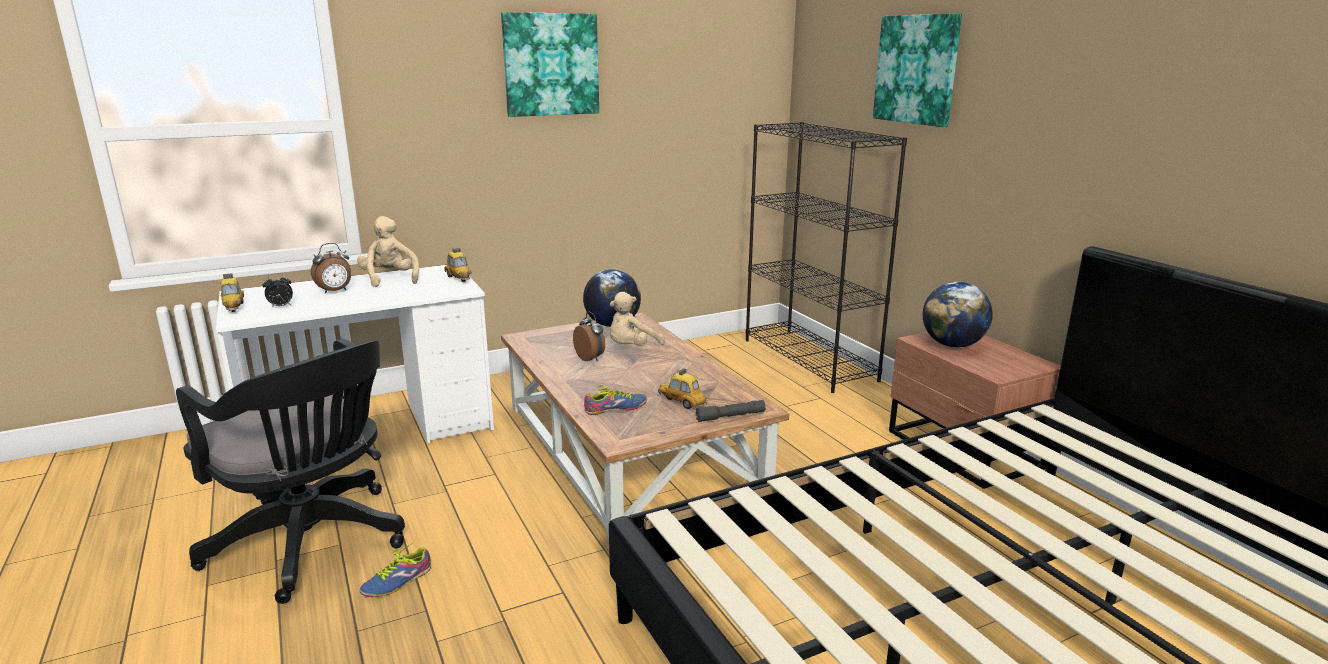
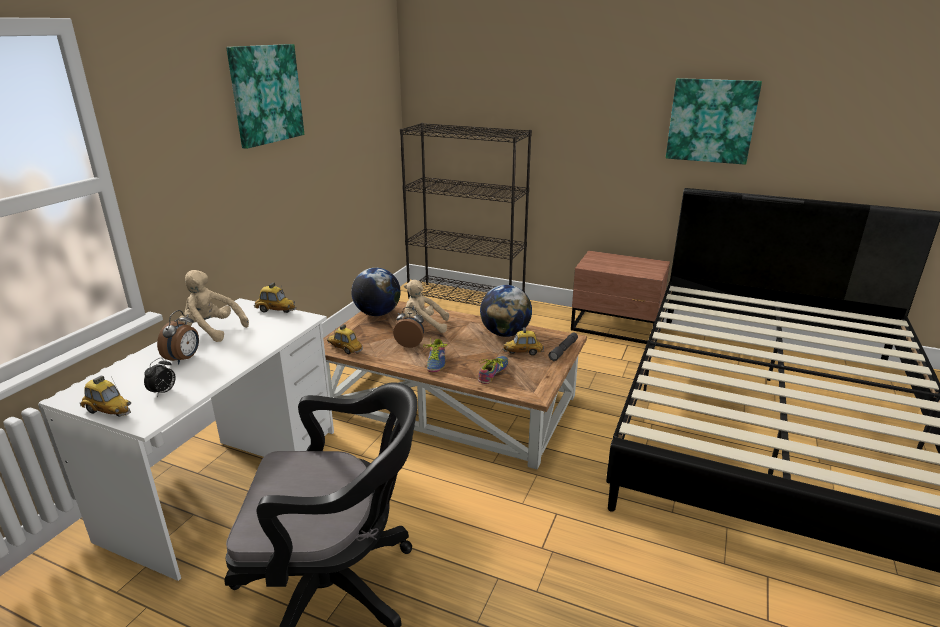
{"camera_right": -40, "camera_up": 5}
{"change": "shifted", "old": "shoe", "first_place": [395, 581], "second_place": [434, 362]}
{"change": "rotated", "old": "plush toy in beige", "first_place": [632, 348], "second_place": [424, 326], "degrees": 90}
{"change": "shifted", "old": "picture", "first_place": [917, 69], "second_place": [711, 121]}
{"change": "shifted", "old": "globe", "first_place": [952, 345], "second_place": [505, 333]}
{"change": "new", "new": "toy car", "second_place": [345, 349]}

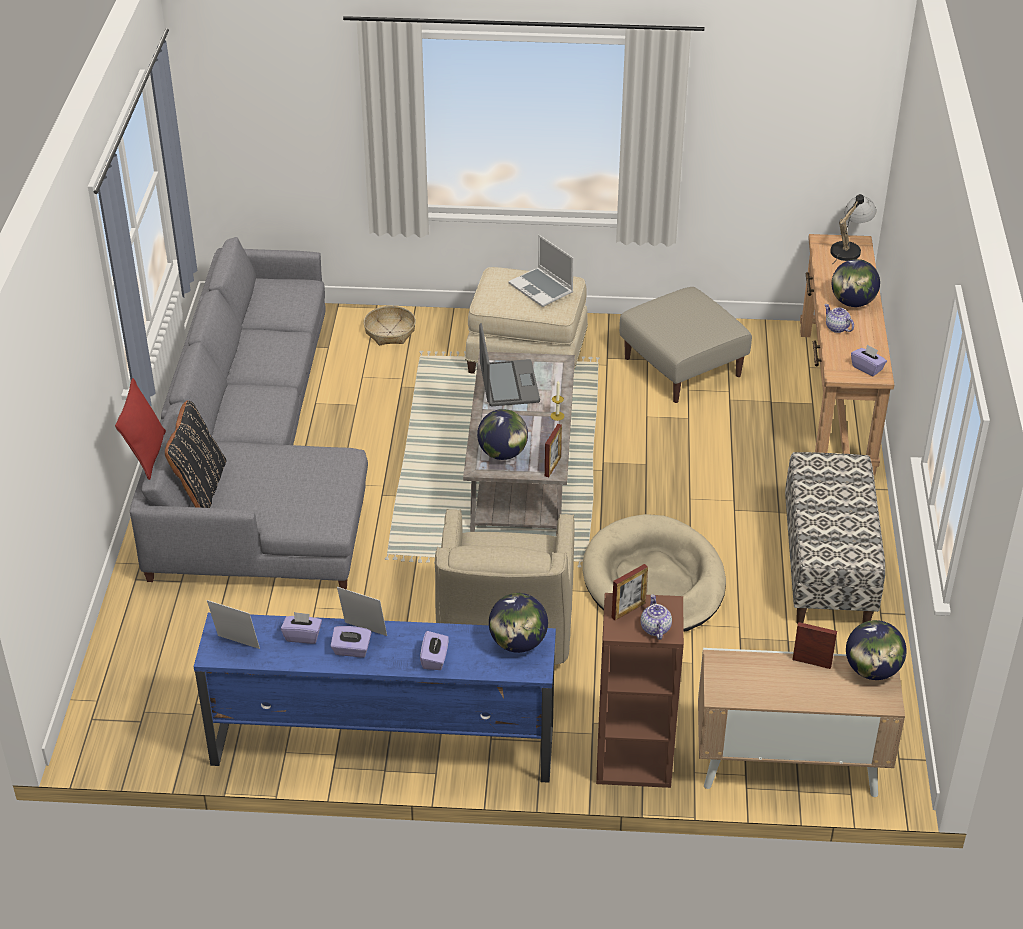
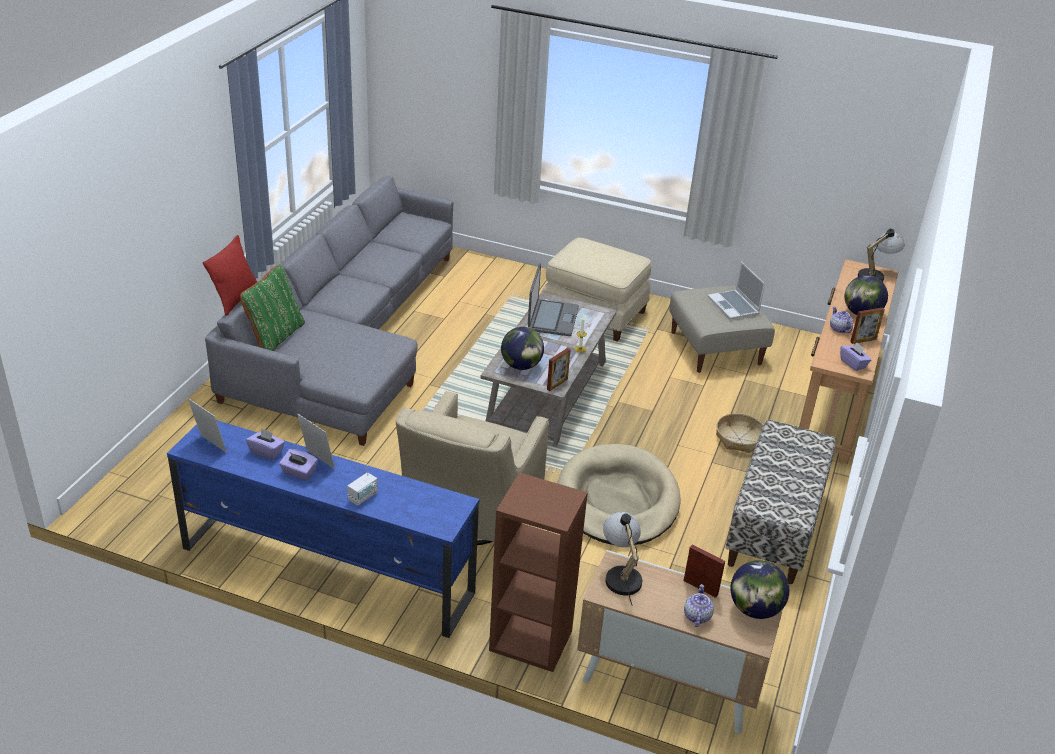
{"camera_right": 15, "camera_up": -5}
{"change": "repainted", "old": "pillow in black", "new": "pillow in green", "first_place": [200, 486], "second_place": [275, 336]}
{"change": "shifted", "old": "basket", "first_place": [390, 332], "second_place": [739, 439]}
{"change": "swapped", "old": "tissue box in purple", "new": "radio", "first_place": [435, 659], "second_place": [363, 497]}
{"change": "gone", "old": "globe", "first_place": [518, 643]}
{"change": "shifted", "old": "laptop", "first_place": [542, 288], "second_place": [734, 306]}
{"change": "shifted", "old": "picture frame", "first_place": [628, 610], "second_place": [863, 340]}
{"change": "shifted", "old": "teapot", "first_place": [655, 628], "second_place": [696, 616]}
{"change": "new", "new": "table lamp", "second_place": [620, 574]}

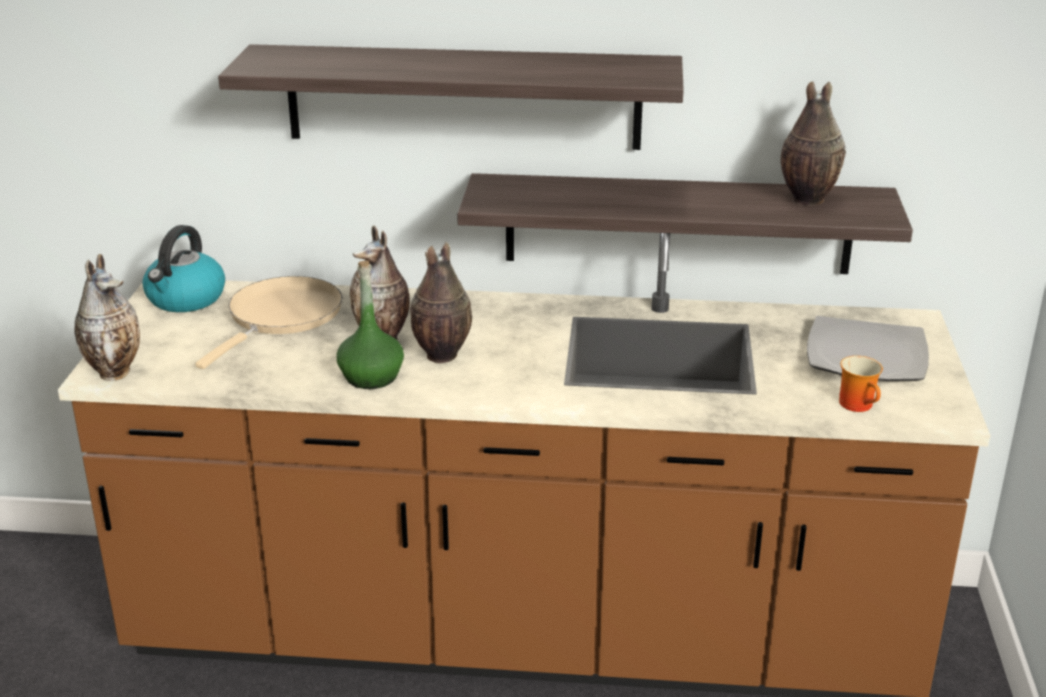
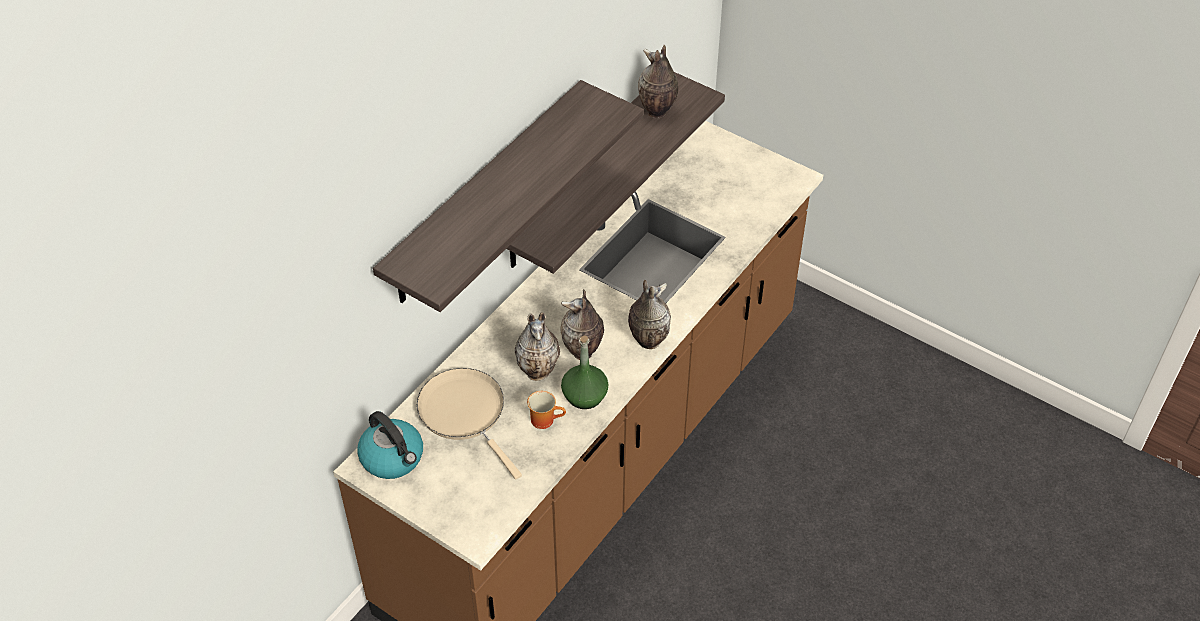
{"camera_right": -60, "camera_up": 20}
{"change": "shifted", "old": "vase", "first_place": [115, 371], "second_place": [647, 340]}
{"change": "gone", "old": "plate", "first_place": [865, 355]}
{"change": "shifted", "old": "mug", "first_place": [860, 405], "second_place": [545, 419]}

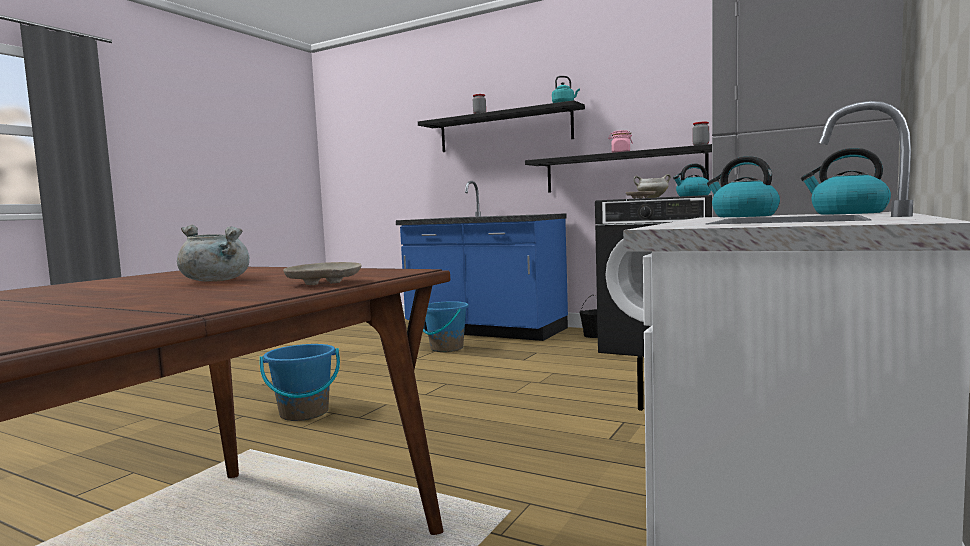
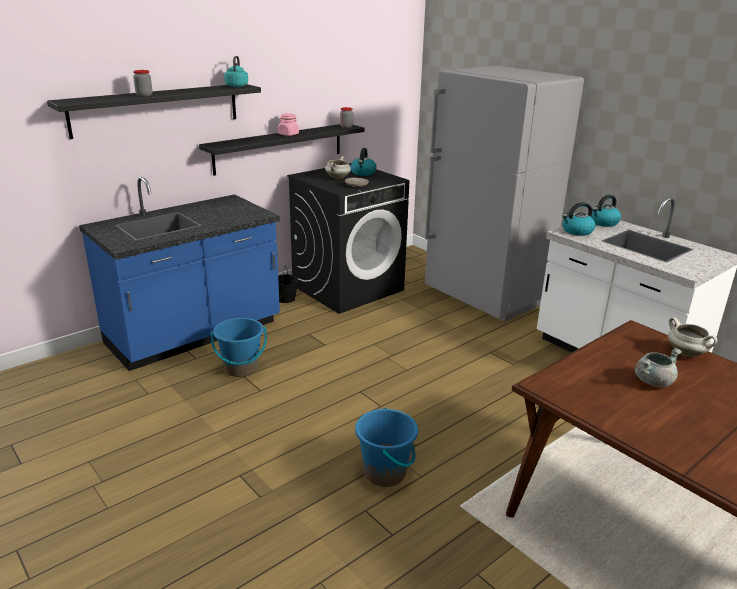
{"camera_right": -70, "camera_up": 20}
{"change": "swapped", "old": "plate in beige", "new": "cooking pot in white", "first_place": [323, 283], "second_place": [687, 353]}

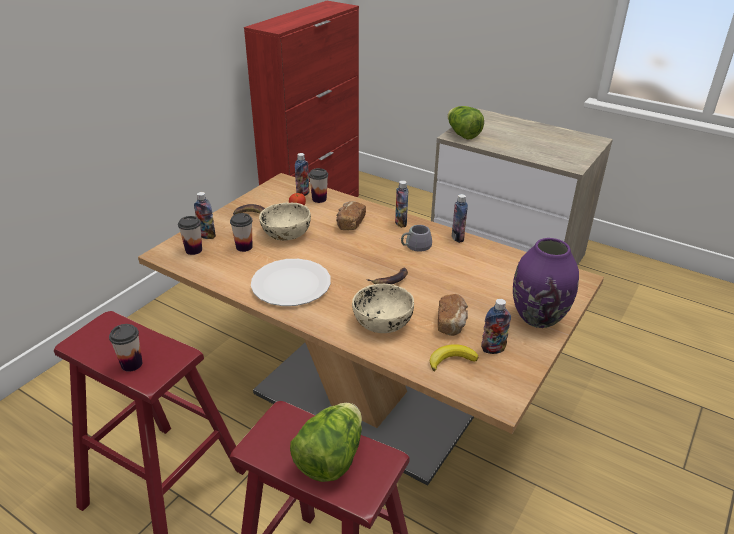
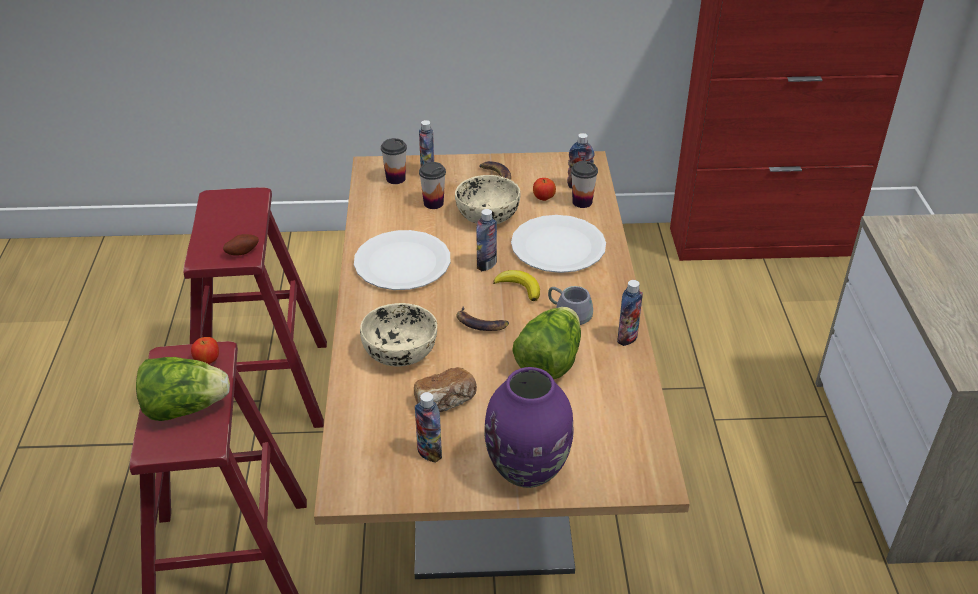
{"camera_right": 55, "camera_up": 5}
{"change": "gone", "old": "cup", "first_place": [131, 364]}
{"change": "swapped", "old": "bread", "new": "plate in white", "first_place": [350, 223], "second_place": [558, 246]}
{"change": "shifted", "old": "bottle", "first_place": [400, 223], "second_place": [486, 264]}
{"change": "shifted", "old": "banana", "first_place": [451, 360], "second_place": [519, 287]}
{"change": "shifted", "old": "lettuce", "first_place": [462, 134], "second_place": [549, 361]}
{"change": "new", "new": "apple", "second_place": [207, 361]}
{"change": "new", "new": "potato", "second_place": [242, 252]}

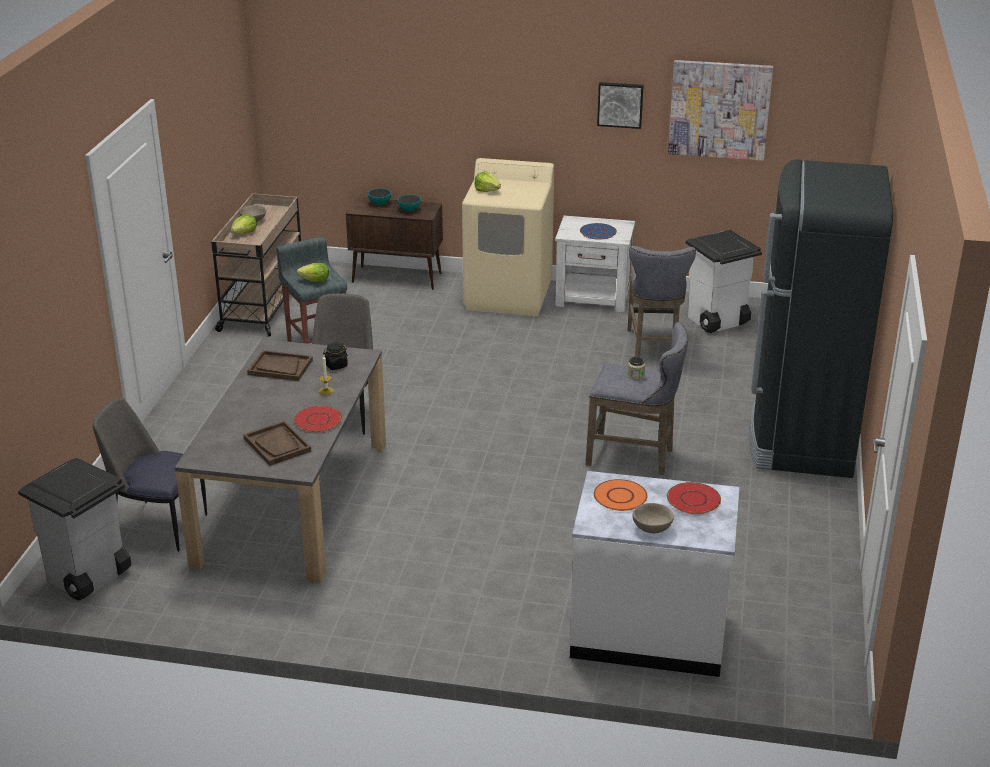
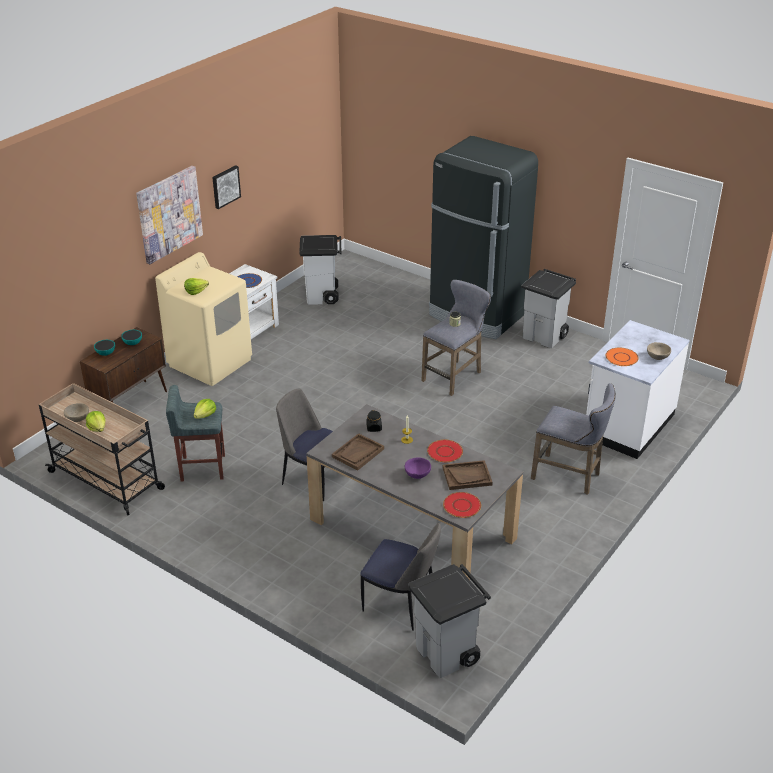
{"camera_right": -65, "camera_up": 5}
{"change": "rotated", "old": "chair", "first_place": [158, 526], "second_place": [401, 604], "degrees": -105}
{"change": "shifted", "old": "stool in grey", "first_place": [653, 349], "second_place": [569, 476]}
{"change": "shifted", "old": "plate in red", "first_place": [693, 499], "second_place": [461, 505]}
{"change": "shifted", "old": "picture", "first_place": [719, 109], "second_place": [169, 214]}
{"change": "new", "new": "bowl in purple", "second_place": [417, 474]}
{"change": "new", "new": "trash can in grey", "second_place": [545, 336]}

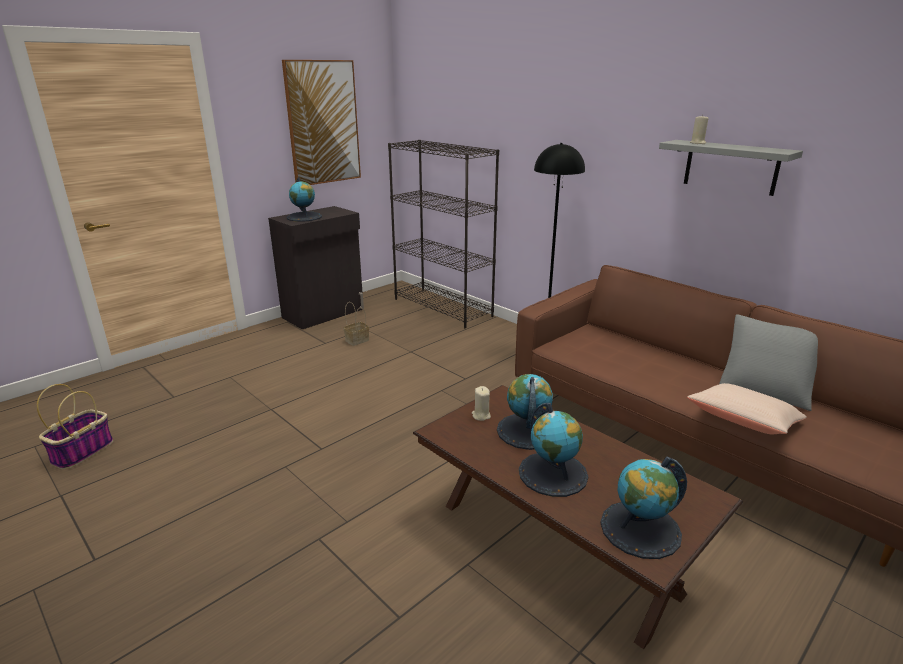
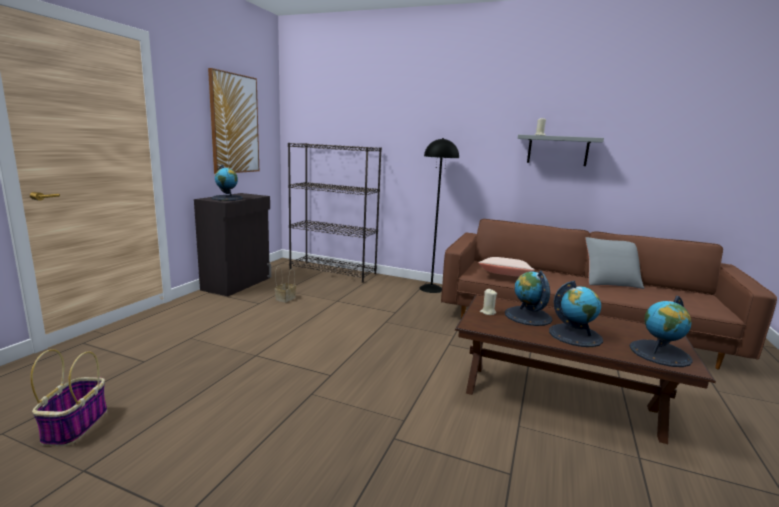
{"camera_right": -25, "camera_up": -10}
{"change": "shifted", "old": "pillow in beige", "first_place": [743, 423], "second_place": [505, 277]}

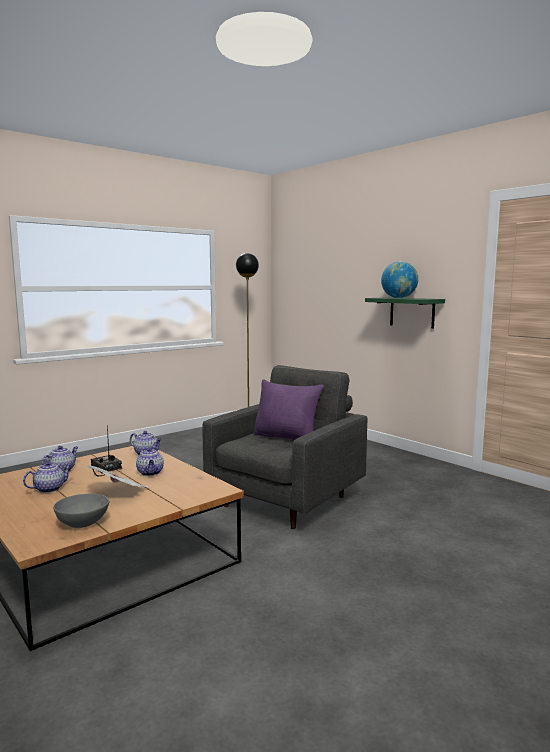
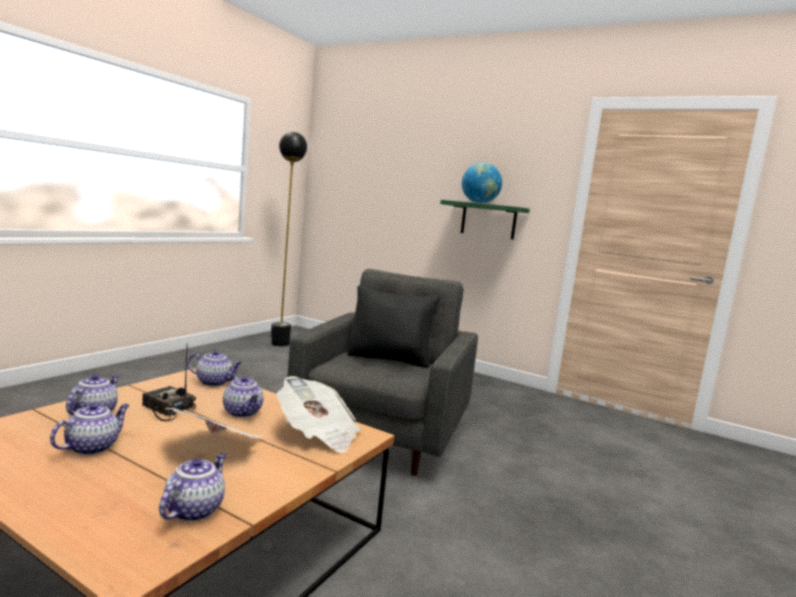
{"camera_right": -20, "camera_up": 0}
{"change": "swapped", "old": "bowl in grey", "new": "teapot", "first_place": [82, 523], "second_place": [194, 509]}
{"change": "repainted", "old": "pillow in purple", "new": "pillow in black", "first_place": [286, 437], "second_place": [390, 359]}
{"change": "new", "new": "newspaper", "second_place": [318, 435]}

